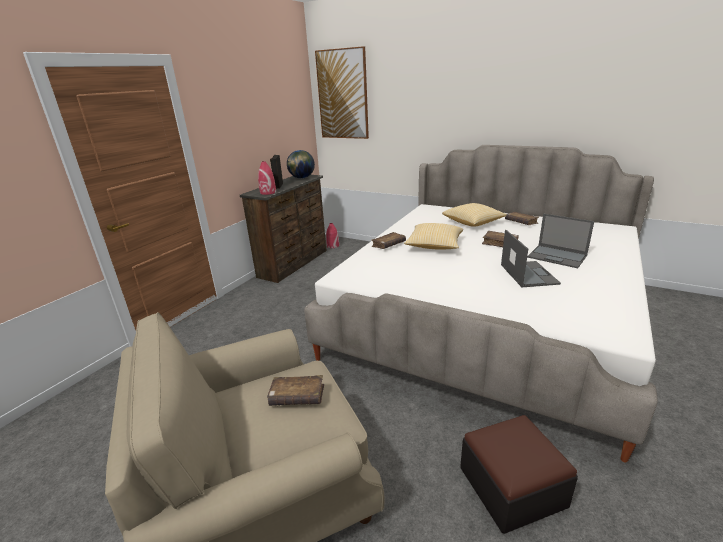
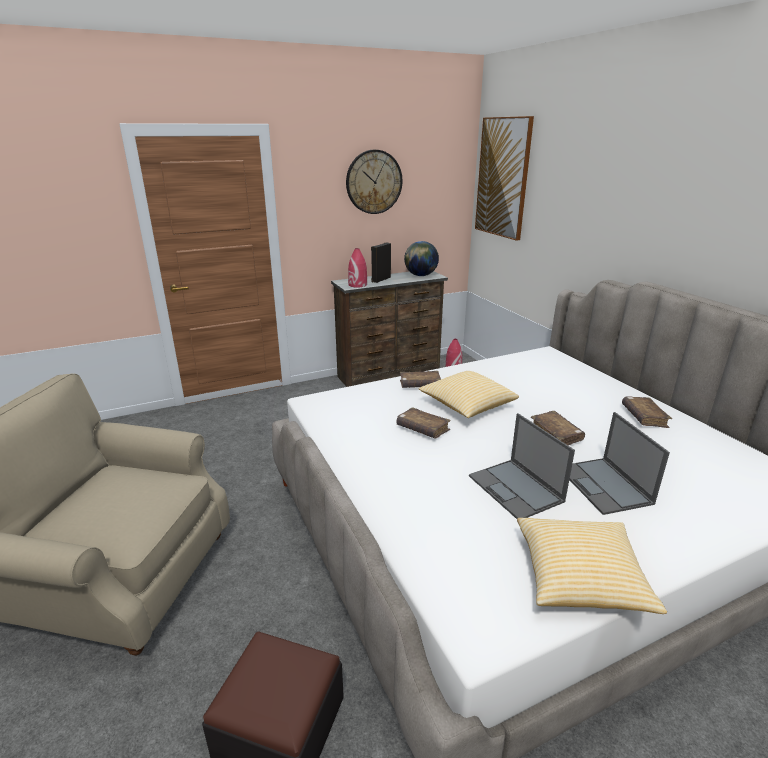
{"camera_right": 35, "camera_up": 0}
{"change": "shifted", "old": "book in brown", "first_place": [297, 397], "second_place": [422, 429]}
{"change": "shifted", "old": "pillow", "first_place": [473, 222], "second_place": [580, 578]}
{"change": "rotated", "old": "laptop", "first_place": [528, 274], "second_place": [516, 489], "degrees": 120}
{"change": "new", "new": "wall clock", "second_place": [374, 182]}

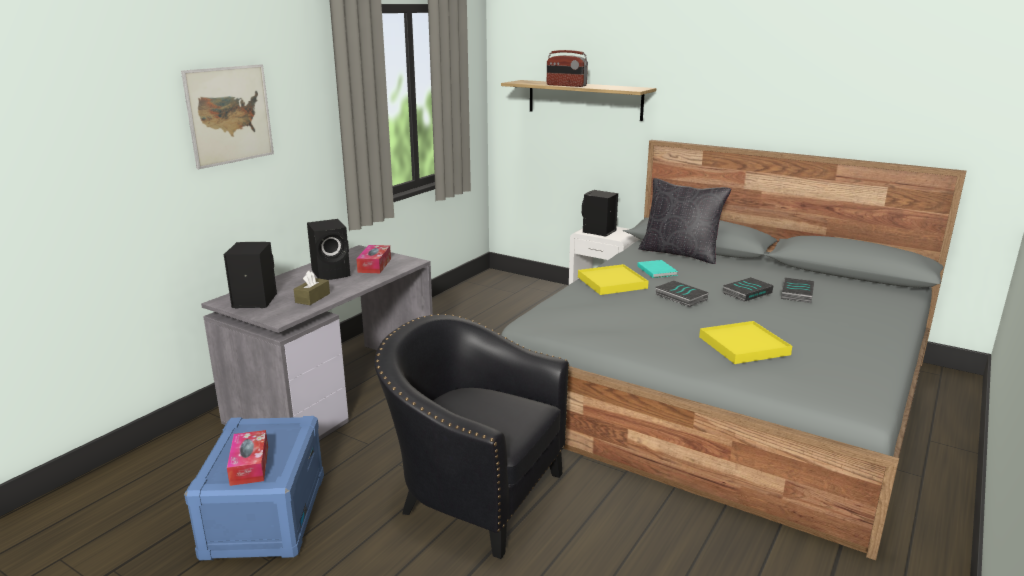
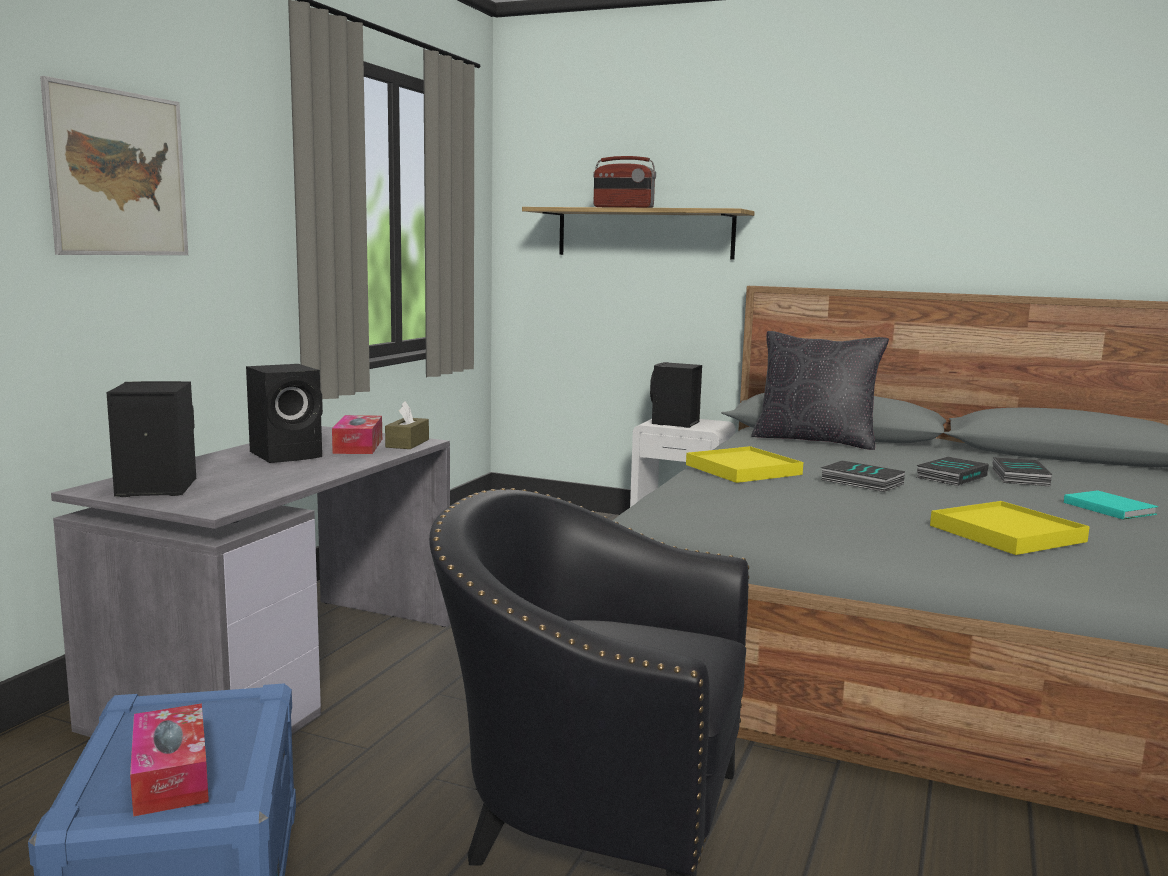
{"camera_right": -10, "camera_up": -10}
{"change": "shifted", "old": "tissue box in brown", "first_place": [312, 298], "second_place": [407, 443]}
{"change": "shifted", "old": "book in turquoise", "first_place": [657, 270], "second_place": [1108, 508]}

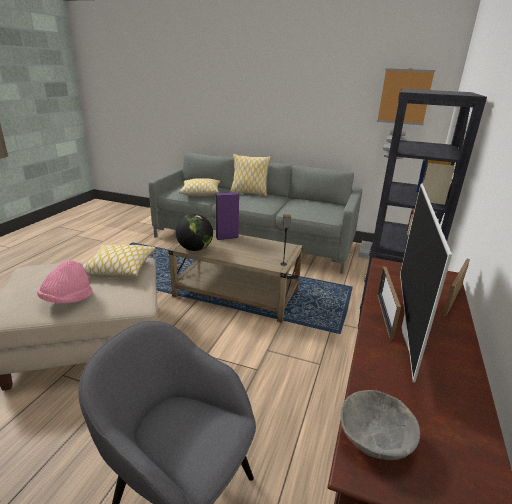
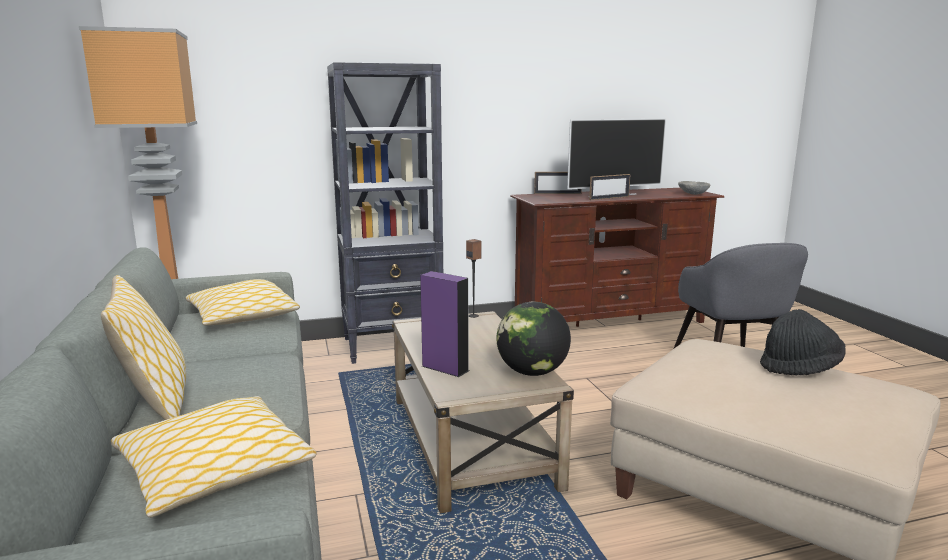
{"camera_right": -125, "camera_up": -10}
{"change": "repainted", "old": "hat in pink", "new": "hat in black", "first_place": [67, 299], "second_place": [800, 368]}
{"change": "shifted", "old": "pillow", "first_place": [119, 268], "second_place": [243, 316]}

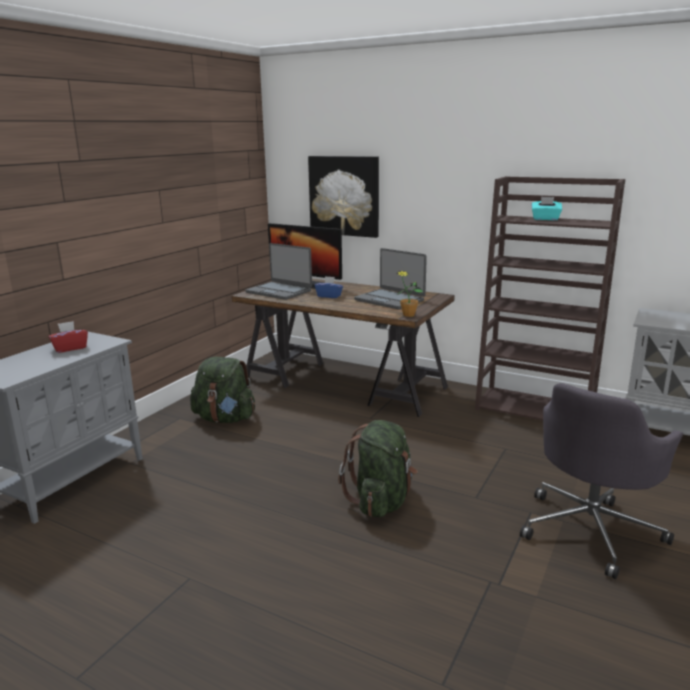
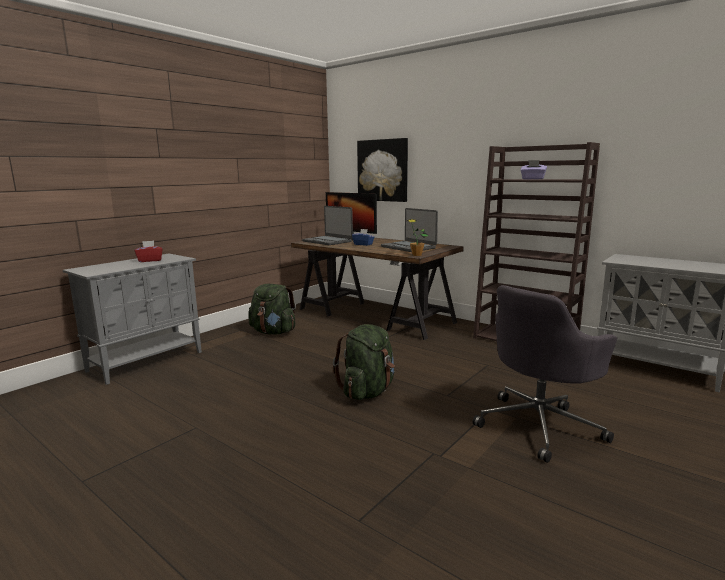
{"camera_right": 10, "camera_up": -5}
{"change": "repainted", "old": "tissue box in turquoise", "new": "tissue box in purple", "first_place": [545, 219], "second_place": [532, 179]}

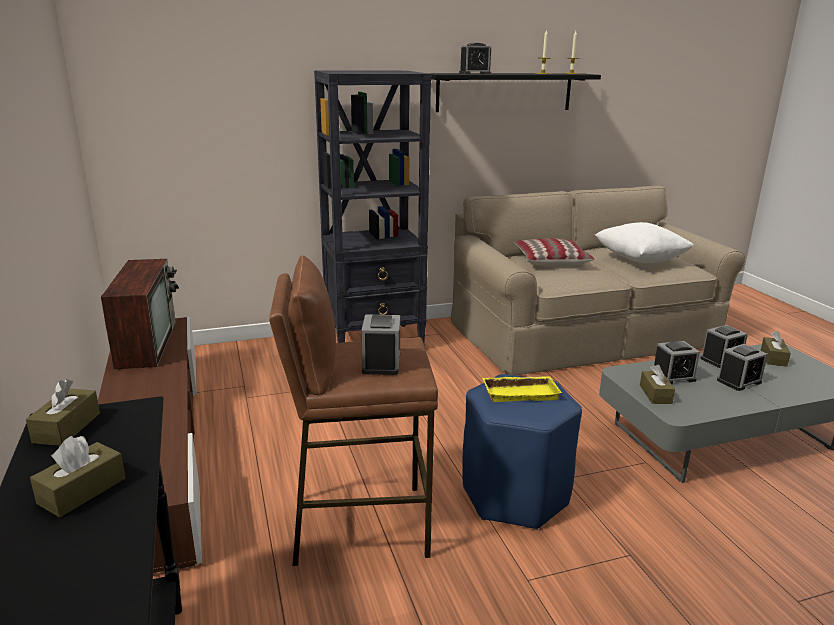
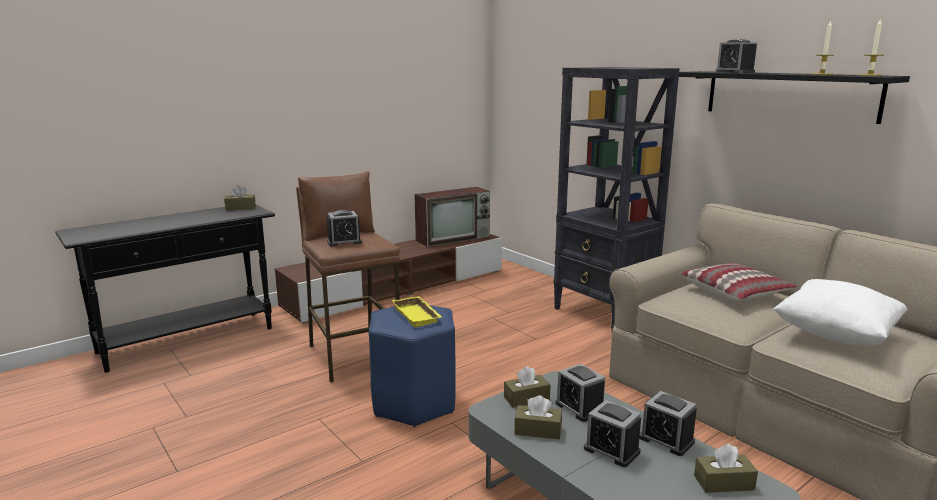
{"camera_right": 70, "camera_up": -5}
{"change": "shifted", "old": "tissue box in brown", "first_place": [82, 491], "second_place": [538, 430]}

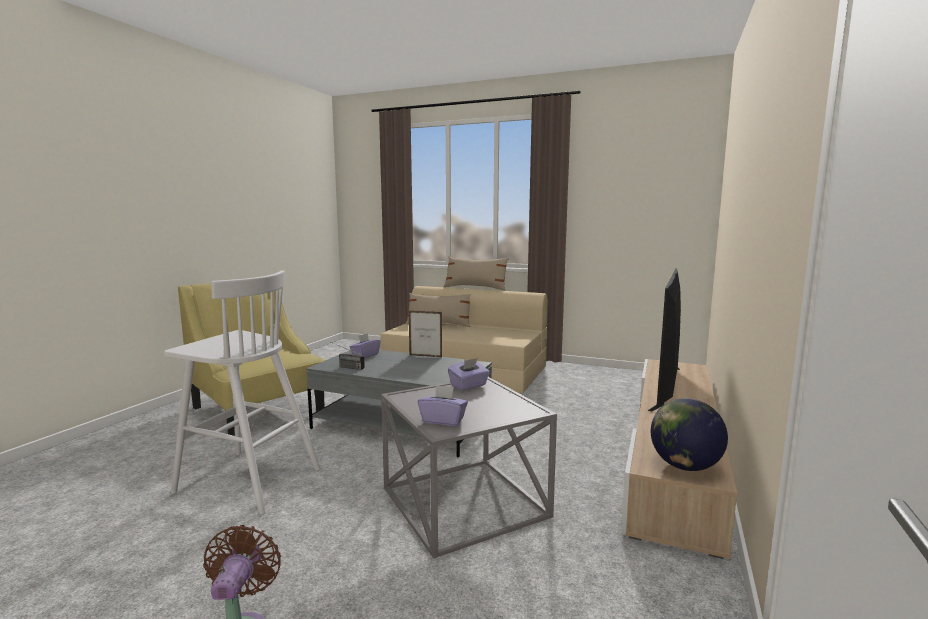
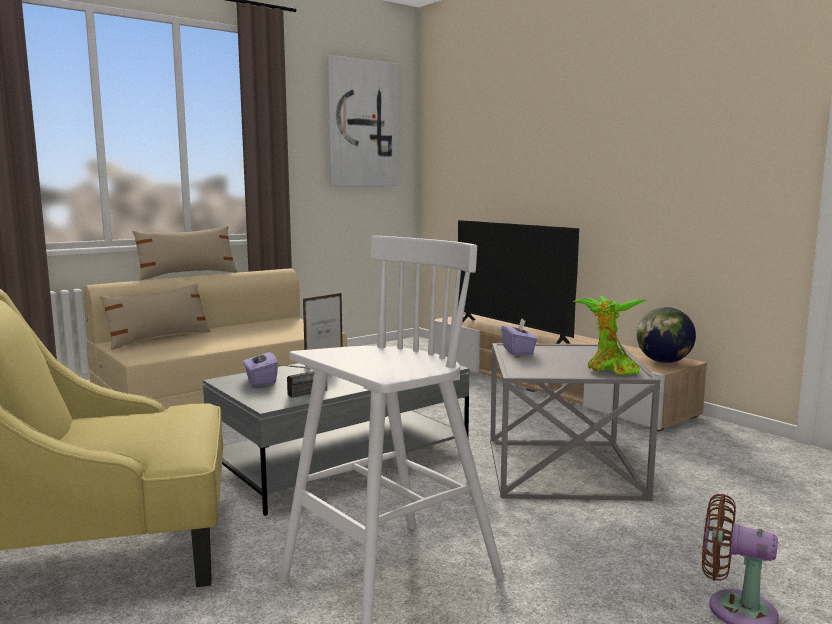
{"camera_right": -60, "camera_up": 0}
{"change": "swapped", "old": "tissue box in purple", "new": "potted plant", "first_place": [443, 420], "second_place": [609, 370]}
{"change": "new", "new": "picture", "second_place": [362, 124]}

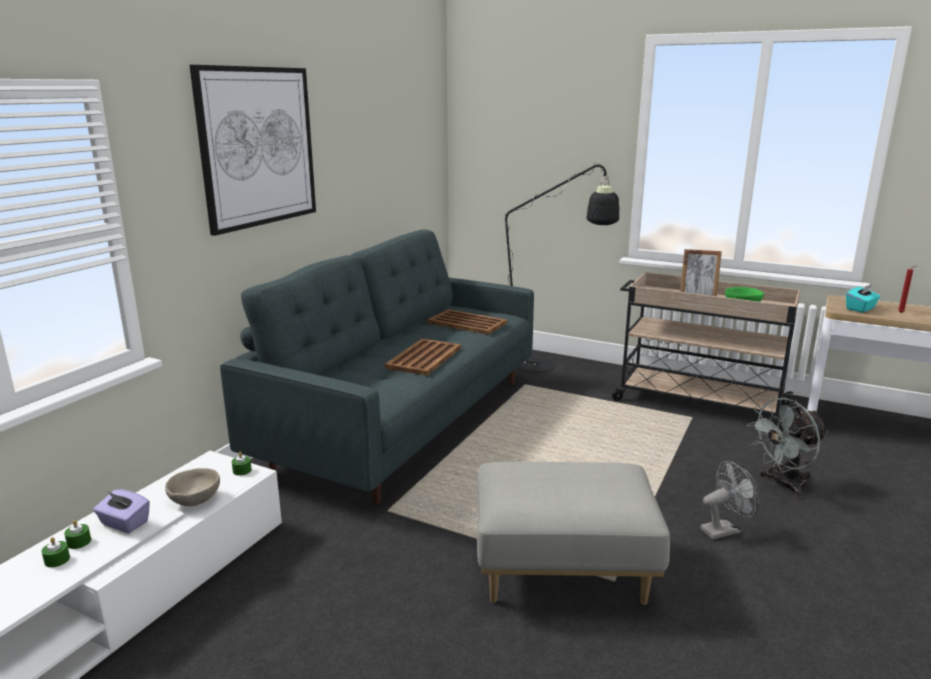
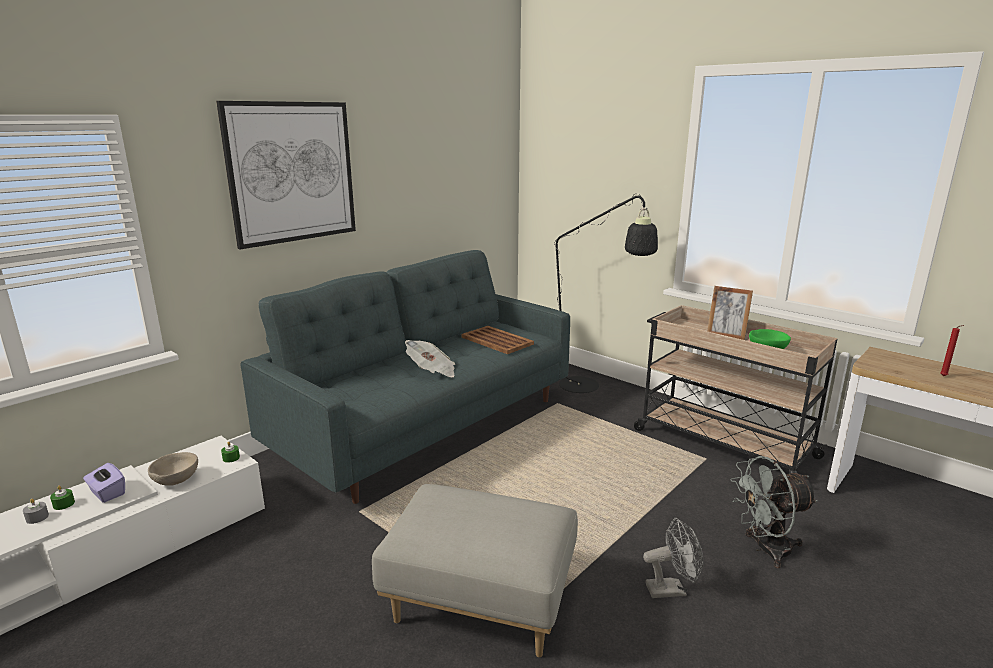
{"camera_right": 15, "camera_up": 0}
{"change": "repainted", "old": "candle in green", "new": "candle in grey", "first_place": [57, 560], "second_place": [37, 517]}
{"change": "swapped", "old": "tray in brown", "new": "newspaper", "first_place": [424, 357], "second_place": [432, 371]}
{"change": "gone", "old": "tissue box in turquoise", "first_place": [860, 309]}

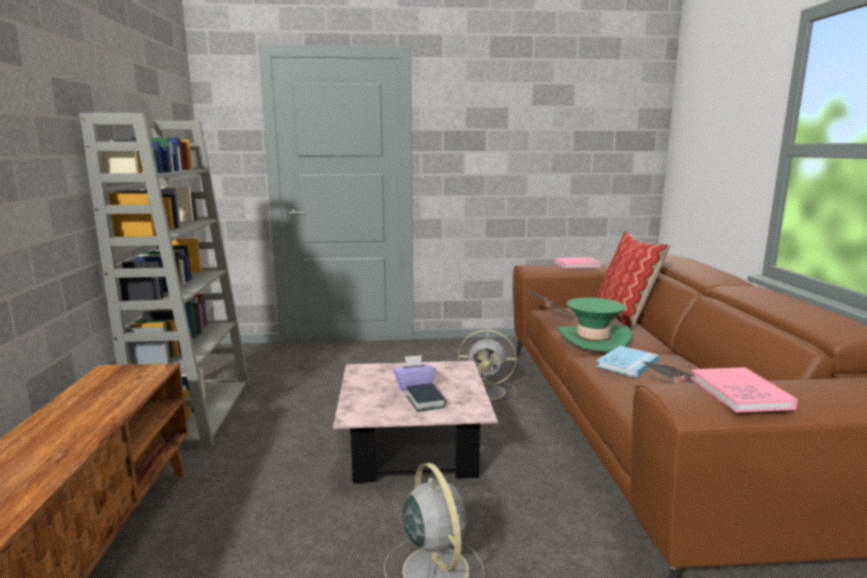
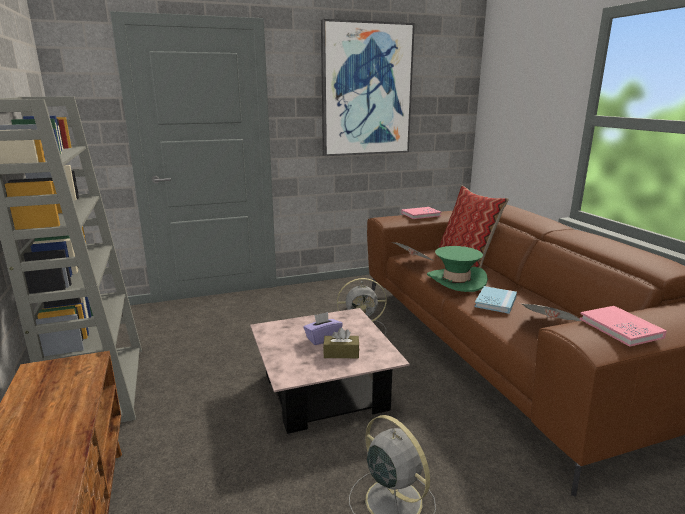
{"camera_right": -15, "camera_up": 5}
{"change": "swapped", "old": "book", "new": "tissue box in brown", "first_place": [425, 401], "second_place": [341, 353]}
{"change": "new", "new": "picture", "second_place": [366, 90]}

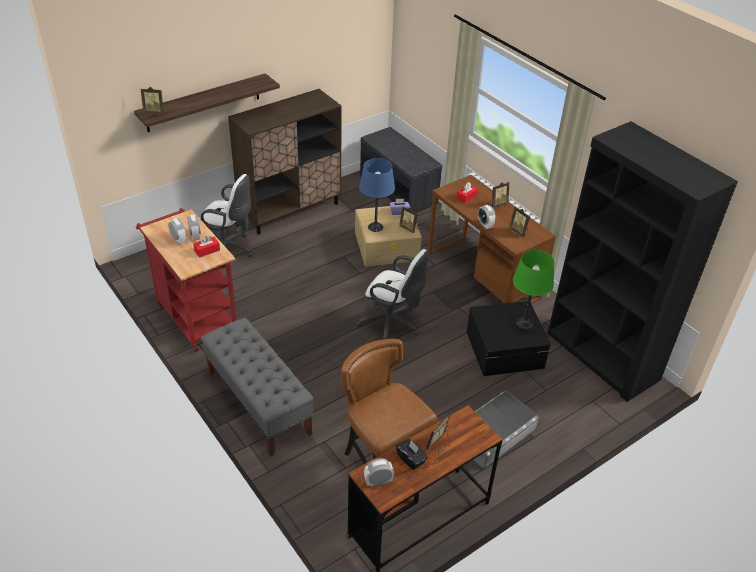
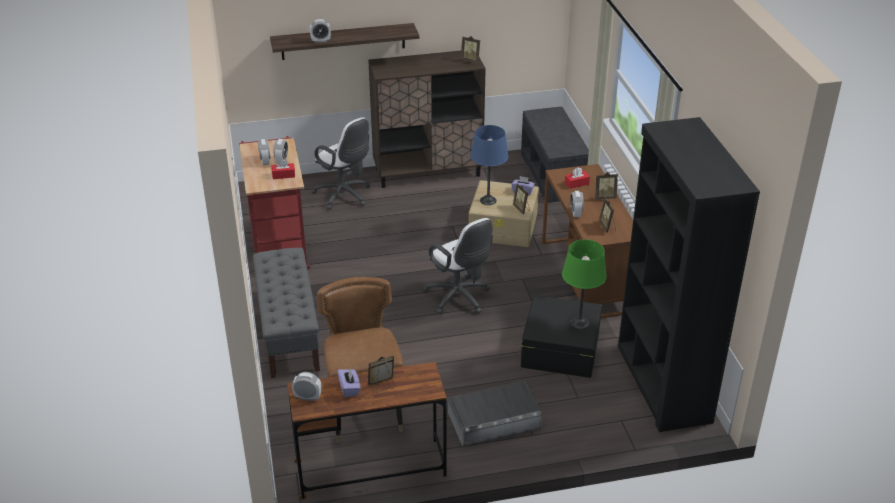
{"camera_right": 25, "camera_up": -5}
{"change": "shifted", "old": "picture frame", "first_place": [155, 112], "second_place": [471, 60]}
{"change": "repainted", "old": "tissue box in black", "new": "tissue box in purple", "first_place": [411, 459], "second_place": [349, 388]}
{"change": "new", "new": "alarm clock", "second_place": [320, 41]}

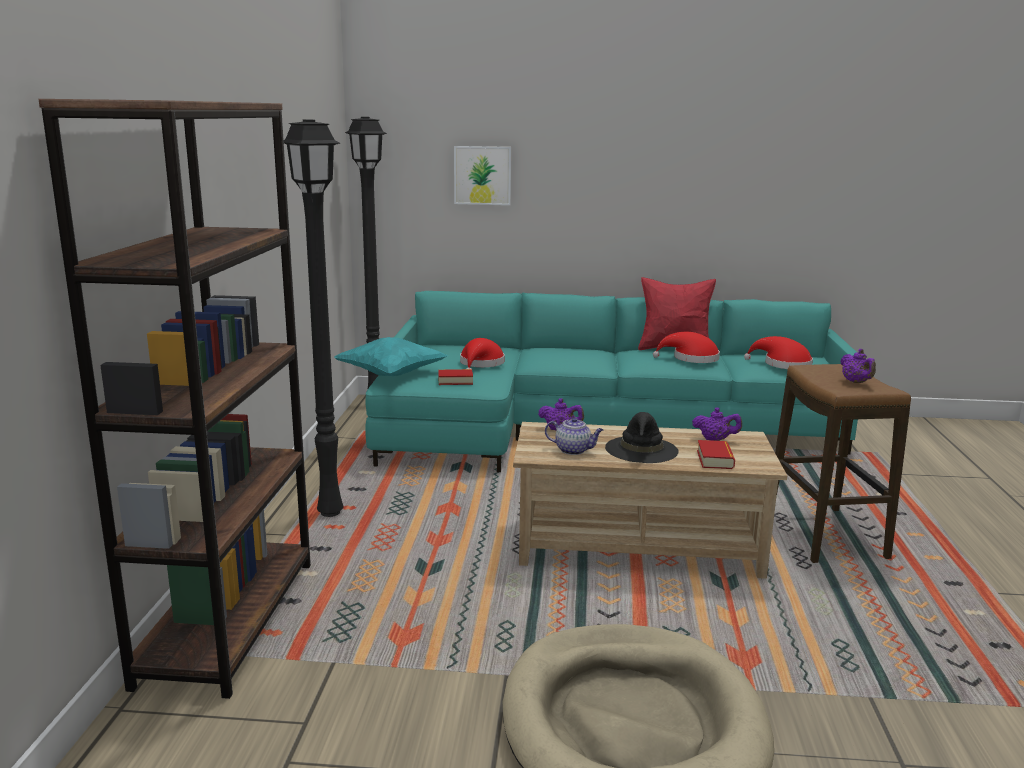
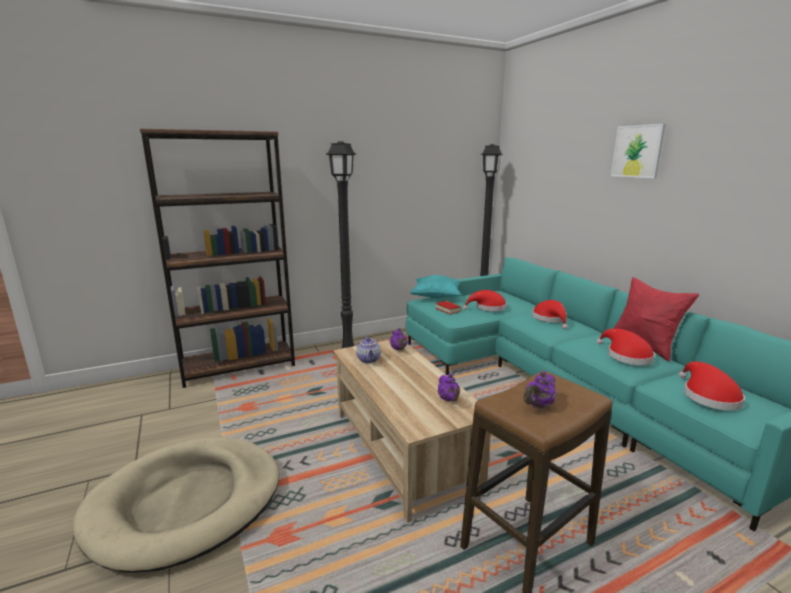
{"camera_right": 60, "camera_up": 0}
{"change": "shifted", "old": "picture", "first_place": [482, 175], "second_place": [637, 151]}
{"change": "gone", "old": "hat in black", "first_place": [642, 450]}
{"change": "gone", "old": "book", "first_place": [715, 459]}
{"change": "new", "new": "hat in red", "second_place": [550, 319]}

